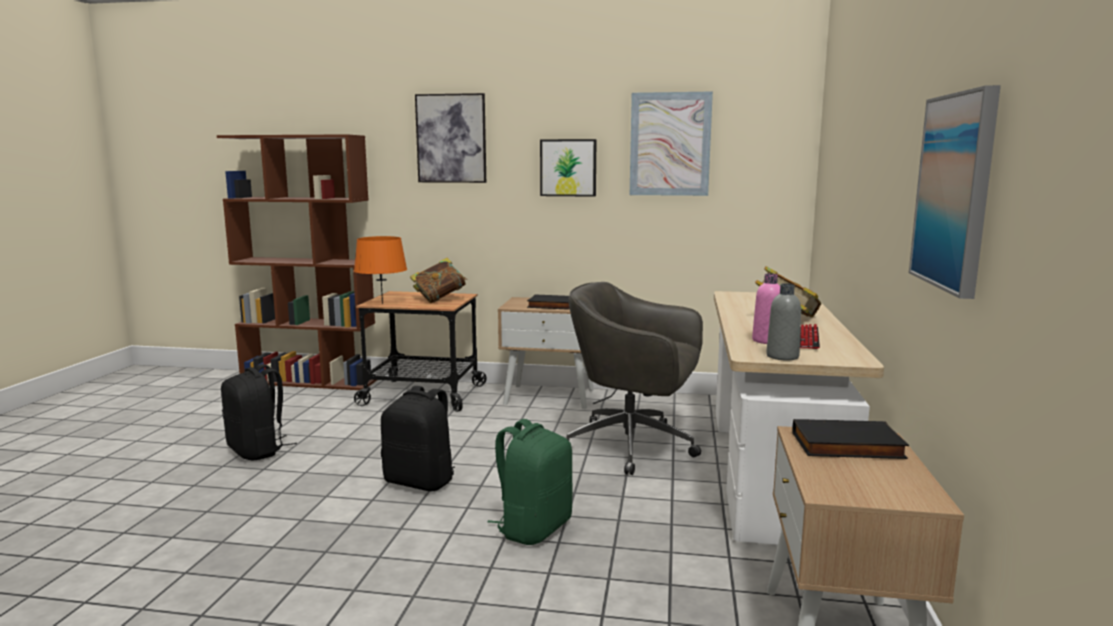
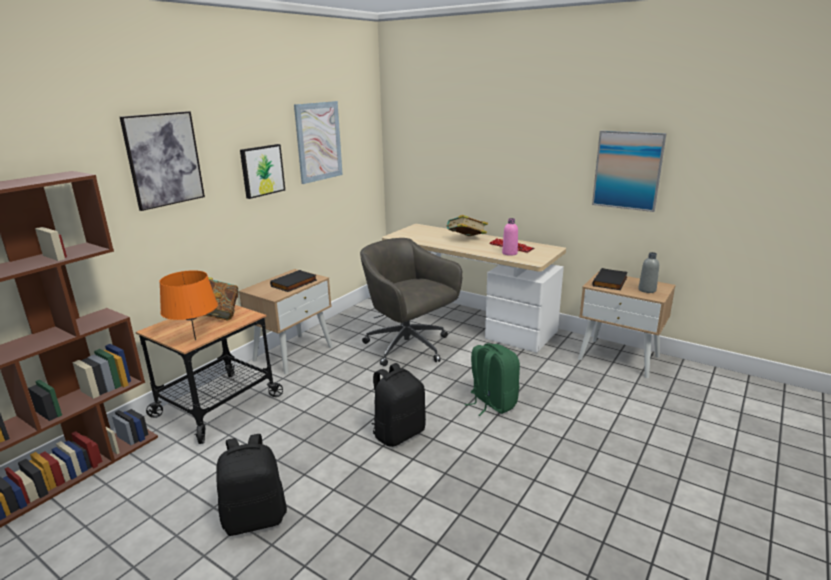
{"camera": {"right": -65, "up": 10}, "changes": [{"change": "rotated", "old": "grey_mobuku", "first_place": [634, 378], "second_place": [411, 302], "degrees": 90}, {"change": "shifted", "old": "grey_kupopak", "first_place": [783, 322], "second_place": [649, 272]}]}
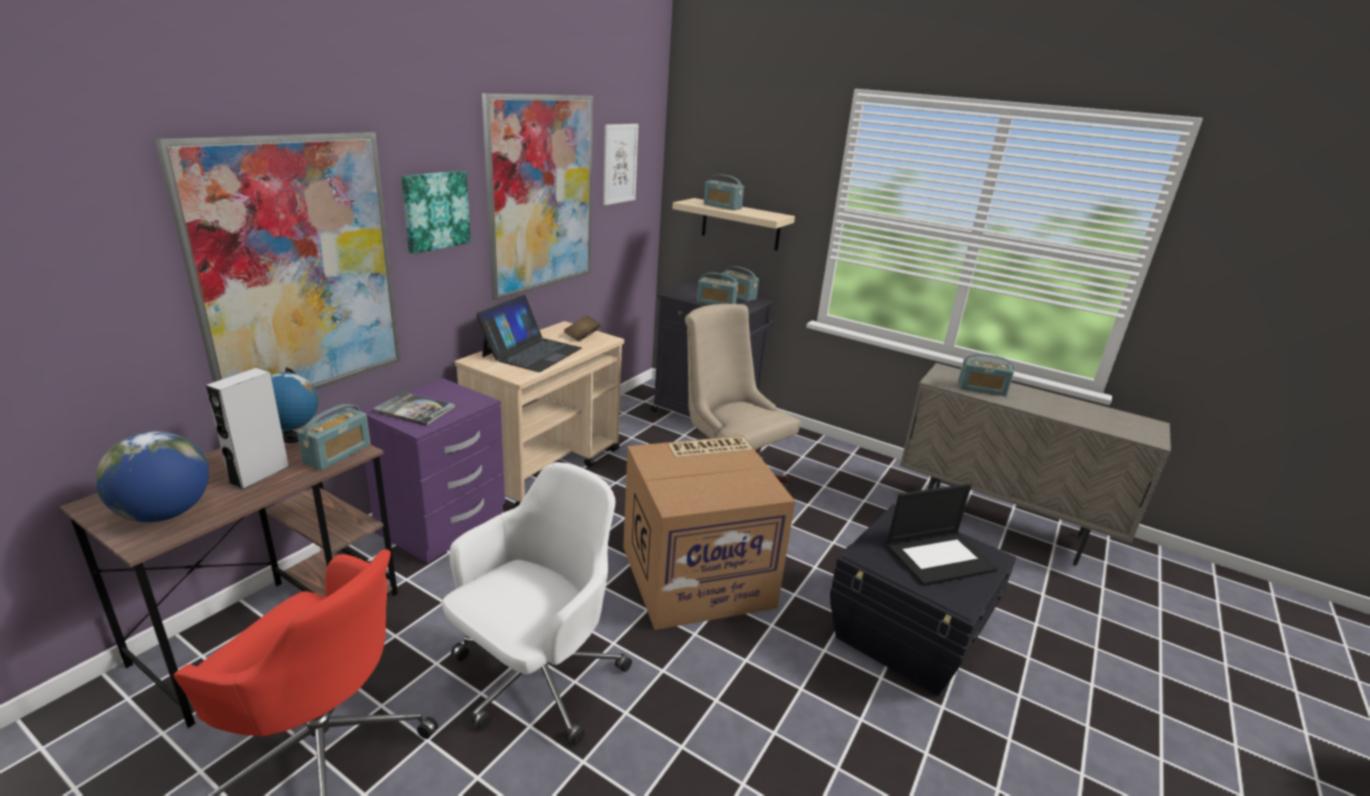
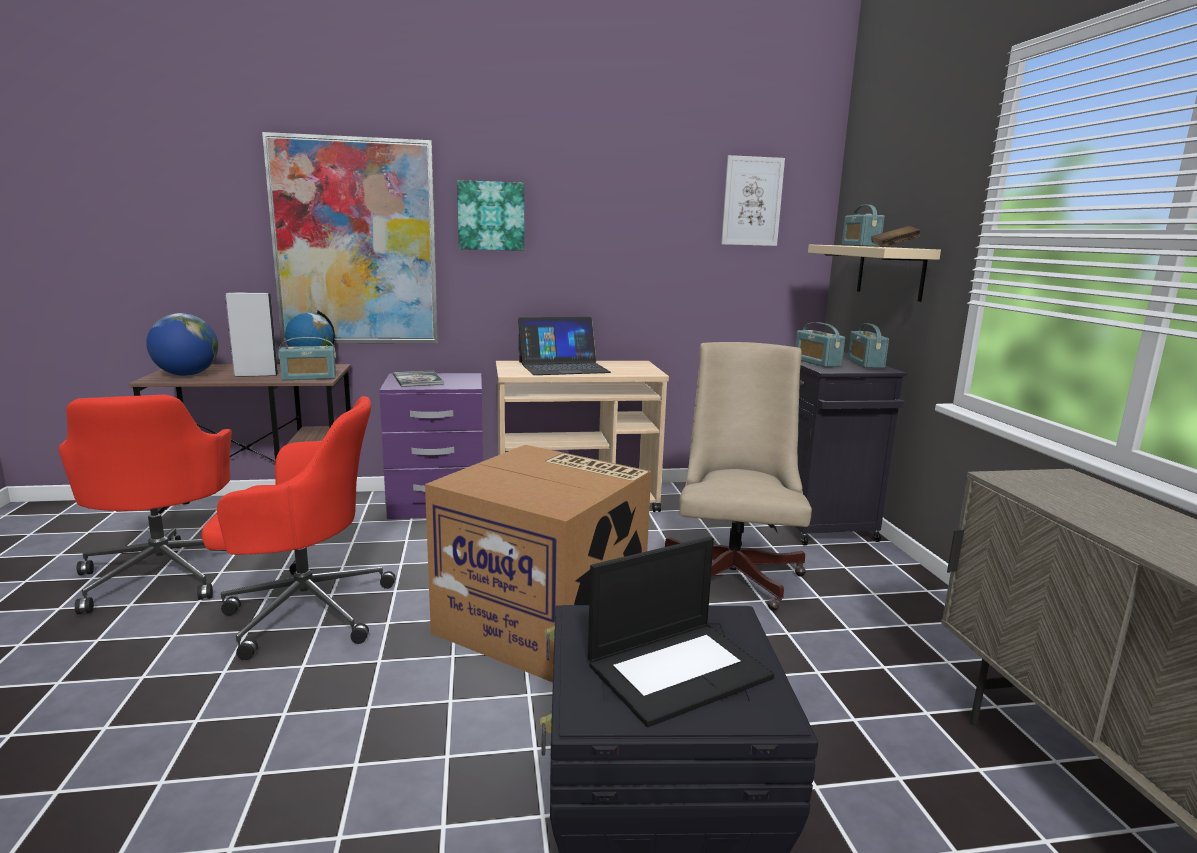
{"camera": {"right": 50, "up": -10}, "changes": [{"change": "repainted", "old": "white_mobuku", "new": "red_mobuku", "first_place": [537, 603], "second_place": [298, 528]}, {"change": "rotated", "old": "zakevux", "first_place": [942, 535], "second_place": [681, 632], "degrees": -60}, {"change": "shifted", "old": "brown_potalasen", "first_place": [582, 328], "second_place": [896, 236]}, {"change": "gone", "old": "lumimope", "first_place": [537, 197]}, {"change": "gone", "old": "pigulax", "first_place": [986, 375]}]}
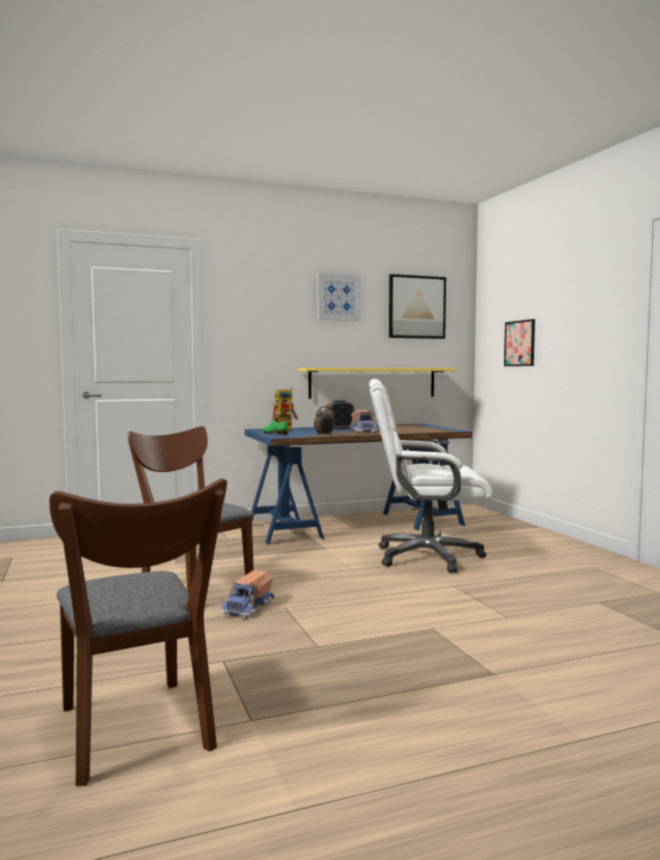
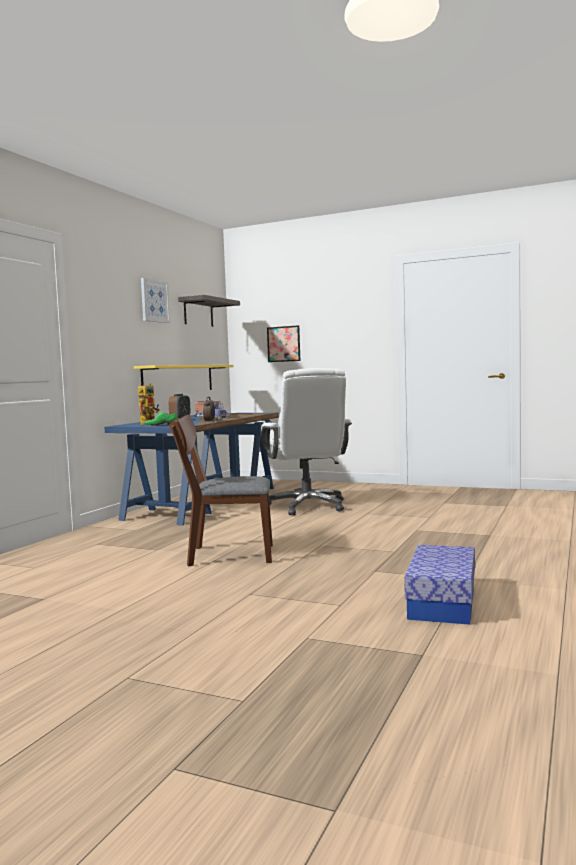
{"camera": {"right": -45, "up": 0}, "changes": [{"change": "swapped", "old": "lumimope", "new": "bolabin", "first_place": [417, 306], "second_place": [209, 311]}, {"change": "rotated", "old": "white_mobuku", "first_place": [431, 476], "second_place": [306, 441], "degrees": -60}, {"change": "swapped", "old": "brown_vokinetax", "new": "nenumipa", "first_place": [138, 632], "second_place": [439, 585]}, {"change": "gone", "old": "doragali", "first_place": [247, 594]}]}
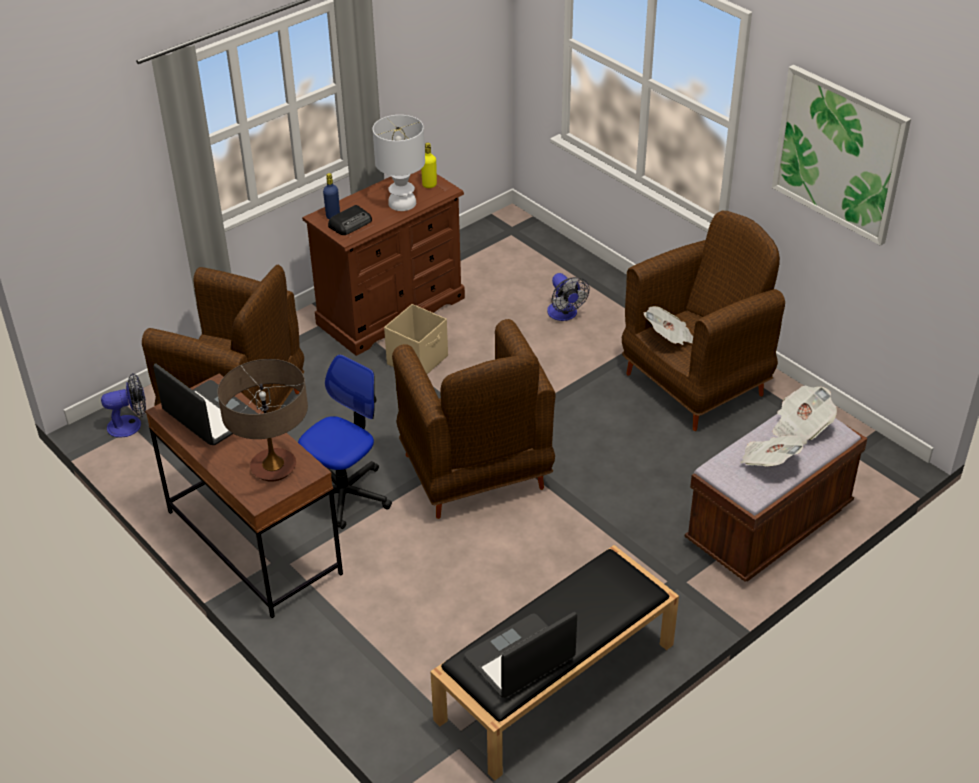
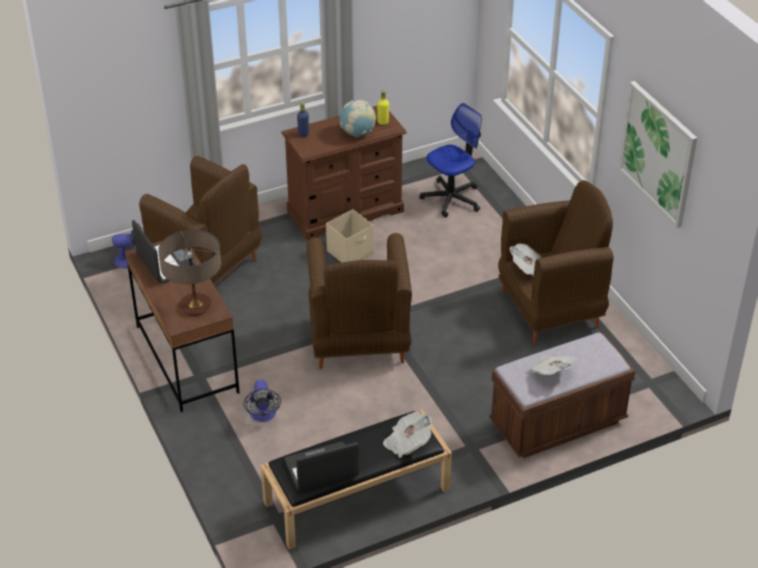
{"camera": {"right": 15, "up": 0}, "changes": [{"change": "shifted", "old": "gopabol", "first_place": [568, 297], "second_place": [262, 400]}, {"change": "swapped", "old": "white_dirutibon", "new": "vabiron", "first_place": [399, 163], "second_place": [358, 118]}, {"change": "shifted", "old": "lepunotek", "first_place": [804, 415], "second_place": [407, 434]}, {"change": "shifted", "old": "mobuku", "first_place": [345, 441], "second_place": [450, 160]}, {"change": "gone", "old": "pigulax", "first_place": [350, 220]}]}
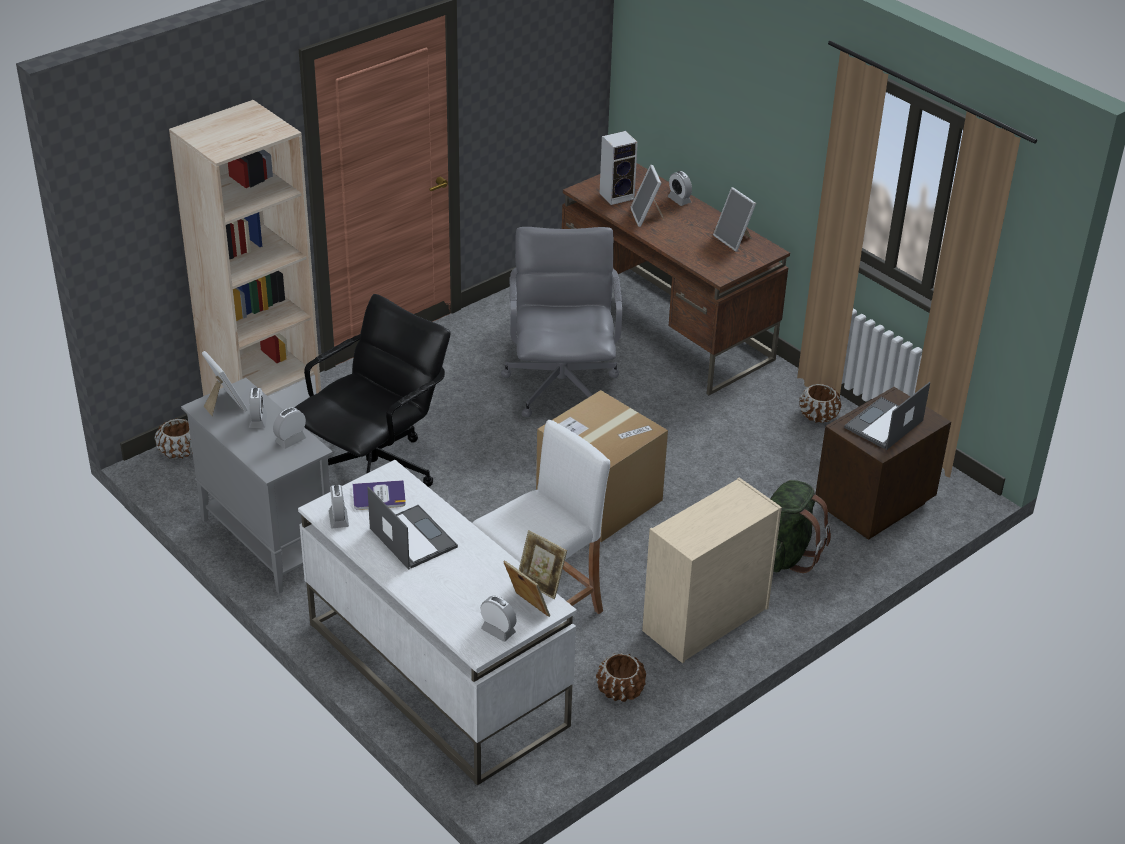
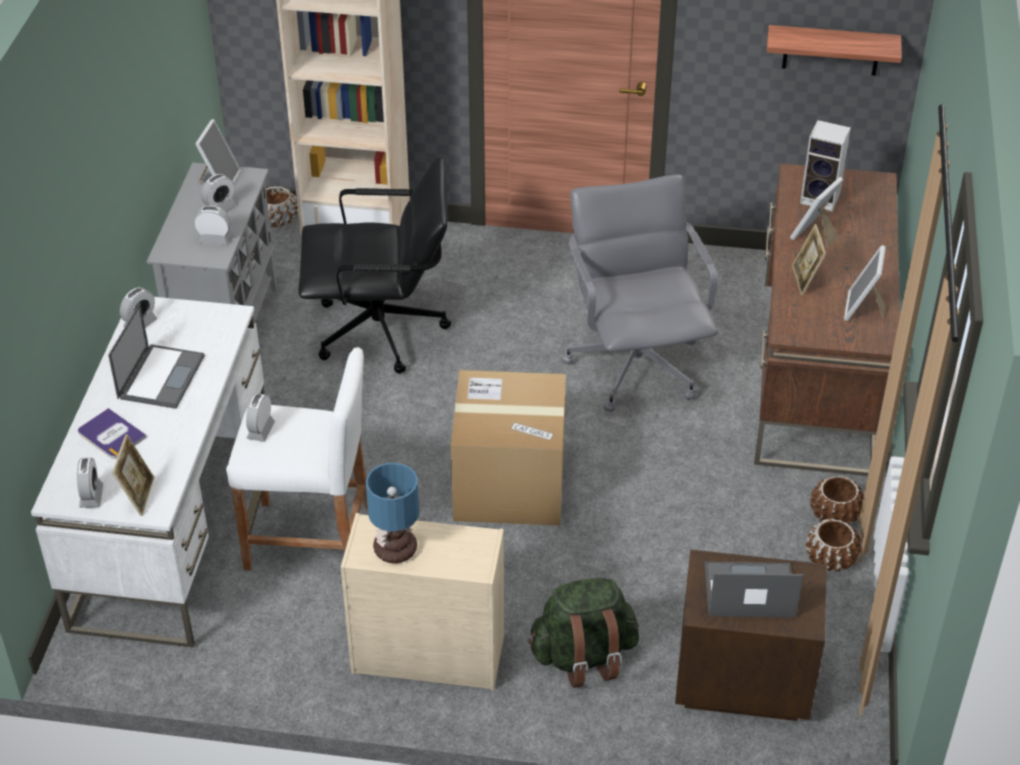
{"camera": {"right": 50, "up": 5}, "changes": [{"change": "shifted", "old": "potalasen", "first_place": [379, 495], "second_place": [112, 433]}, {"change": "shifted", "old": "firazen", "first_place": [680, 188], "second_place": [260, 417]}, {"change": "new", "new": "dirutibon", "second_place": [392, 513]}, {"change": "rotated", "old": "grey_mobuku", "first_place": [561, 322], "second_place": [639, 293], "degrees": -60}, {"change": "new", "new": "bolabin", "second_place": [834, 50]}, {"change": "shifted", "old": "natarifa", "first_place": [543, 564], "second_place": [809, 259]}, {"change": "shifted", "old": "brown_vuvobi", "first_place": [621, 677], "second_place": [837, 500]}]}
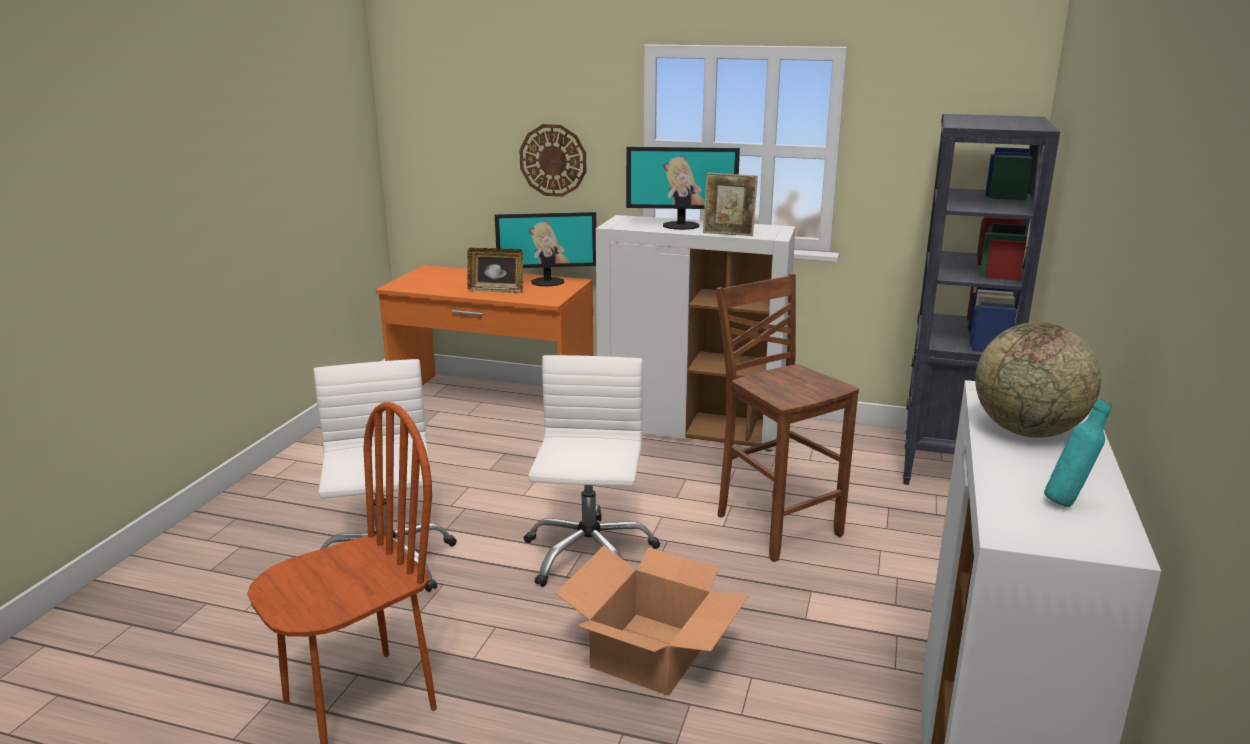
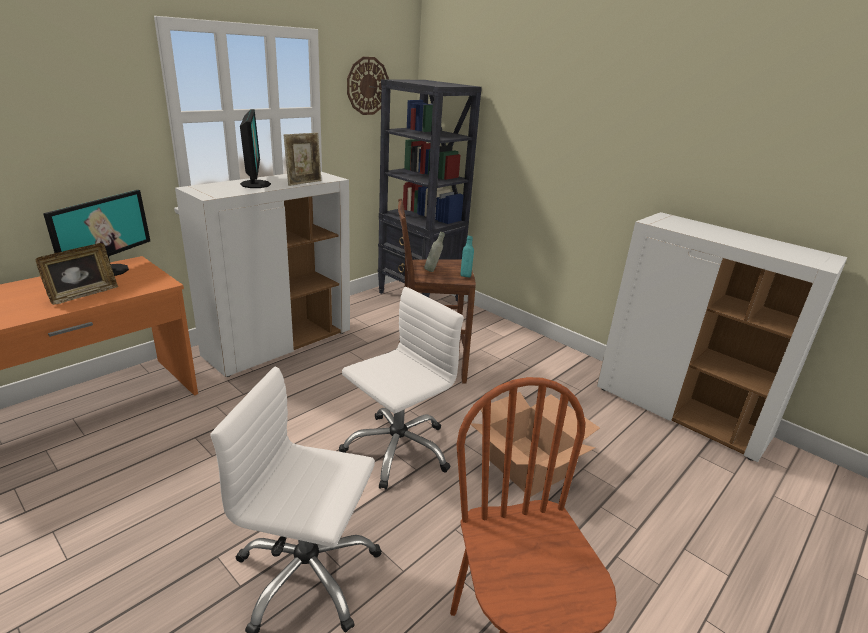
{"camera": {"right": -65, "up": 5}, "changes": [{"change": "rotated", "old": "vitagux", "first_place": [683, 188], "second_place": [255, 148], "degrees": -45}, {"change": "rotated", "old": "white_mobuku", "first_place": [592, 471], "second_place": [401, 388], "degrees": 105}, {"change": "shifted", "old": "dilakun", "first_place": [552, 160], "second_place": [368, 86]}, {"change": "new", "new": "grey_kupopak", "second_place": [434, 252]}, {"change": "shifted", "old": "turquoise_kupopak", "first_place": [1078, 452], "second_place": [467, 256]}, {"change": "gone", "old": "vabiron", "first_place": [1038, 380]}]}
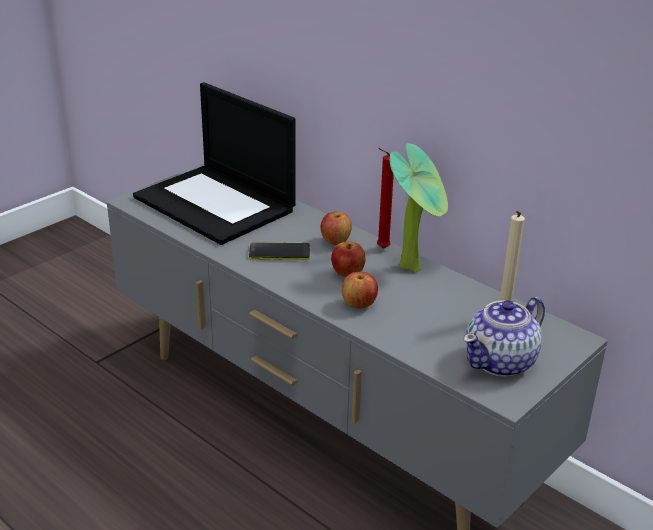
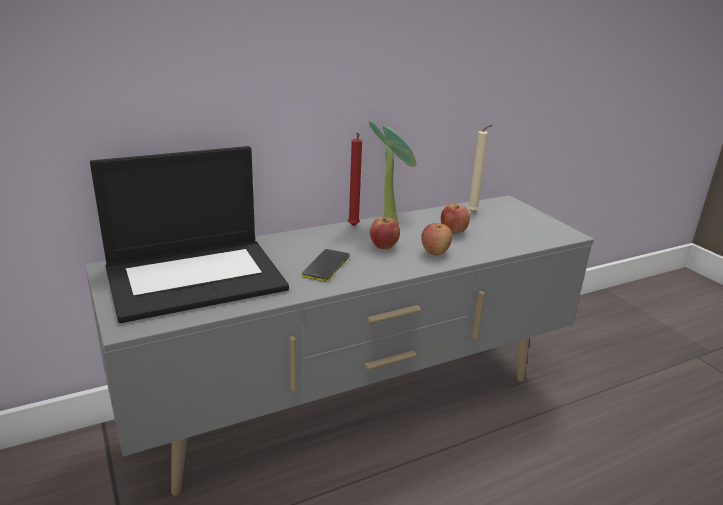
{"camera": {"right": -70, "up": -5}, "changes": [{"change": "shifted", "old": "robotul", "first_place": [336, 228], "second_place": [455, 218]}, {"change": "gone", "old": "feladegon", "first_place": [504, 337]}]}
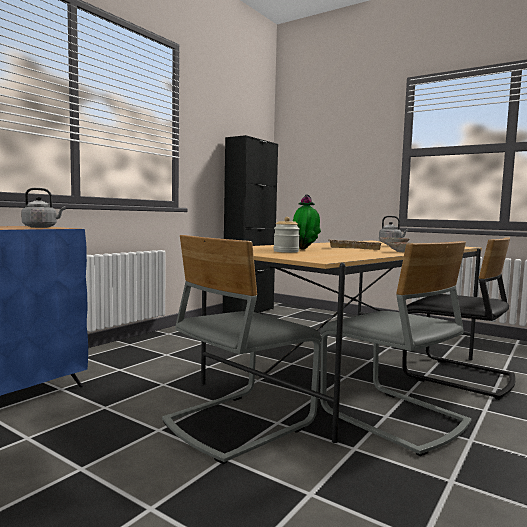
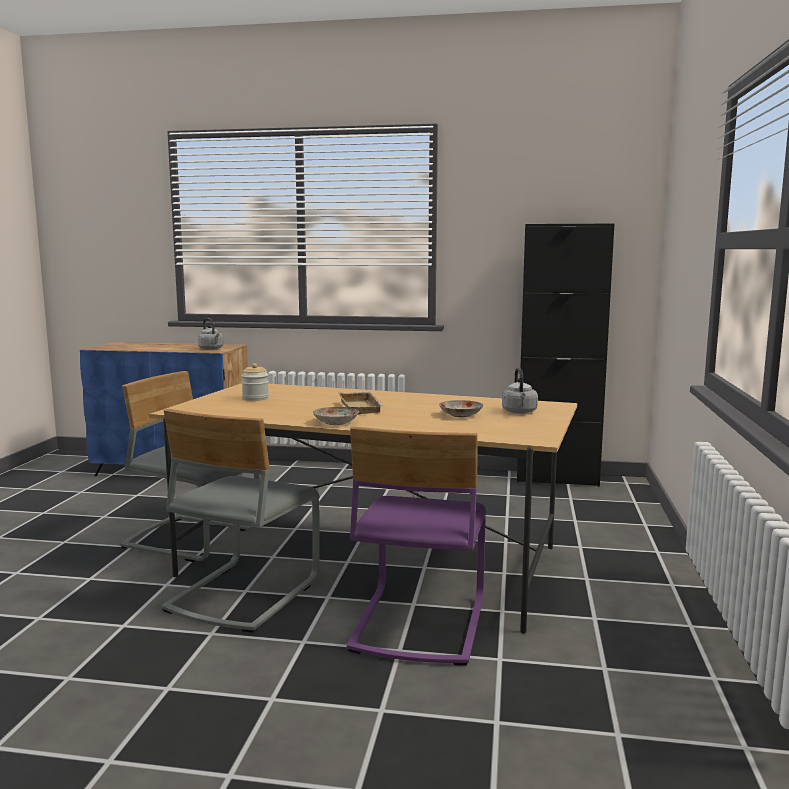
{"camera": {"right": 65, "up": 5}, "changes": [{"change": "repainted", "old": "black_vokinetax", "new": "purple_vokinetax", "first_place": [459, 318], "second_place": [416, 546]}, {"change": "gone", "old": "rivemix", "first_place": [307, 222]}]}
